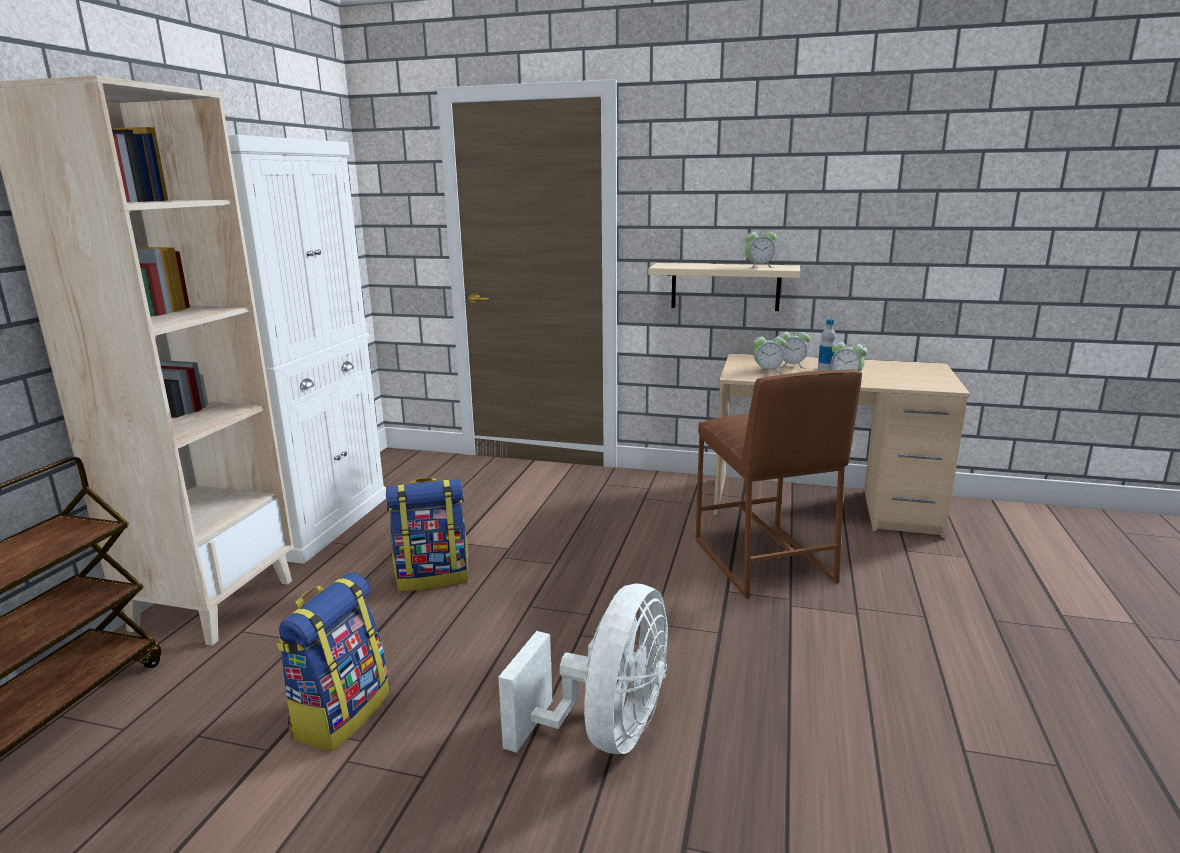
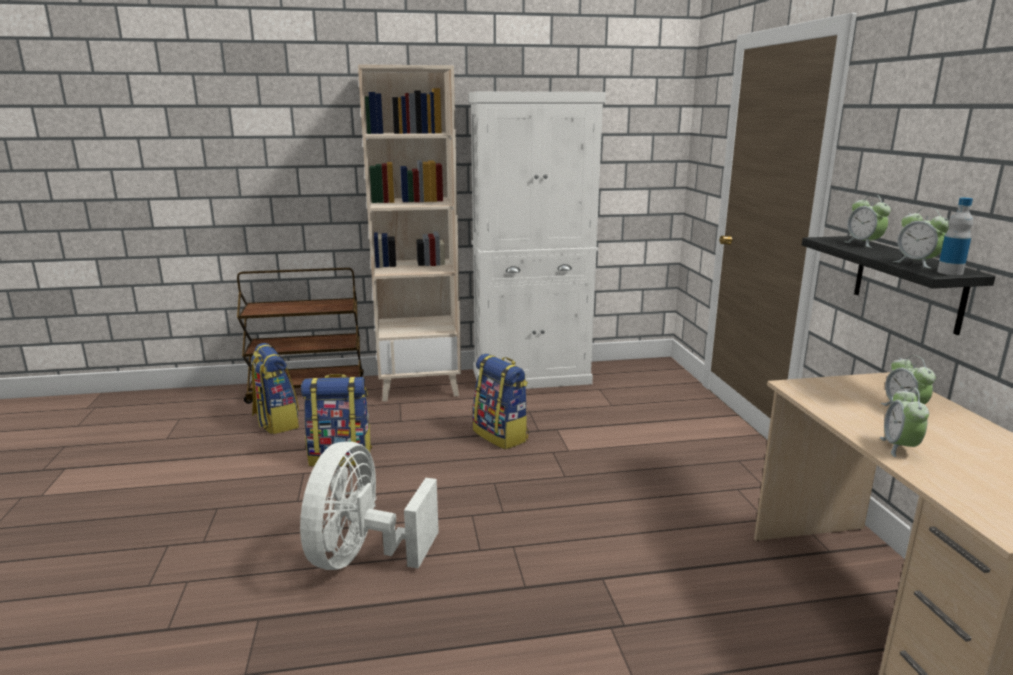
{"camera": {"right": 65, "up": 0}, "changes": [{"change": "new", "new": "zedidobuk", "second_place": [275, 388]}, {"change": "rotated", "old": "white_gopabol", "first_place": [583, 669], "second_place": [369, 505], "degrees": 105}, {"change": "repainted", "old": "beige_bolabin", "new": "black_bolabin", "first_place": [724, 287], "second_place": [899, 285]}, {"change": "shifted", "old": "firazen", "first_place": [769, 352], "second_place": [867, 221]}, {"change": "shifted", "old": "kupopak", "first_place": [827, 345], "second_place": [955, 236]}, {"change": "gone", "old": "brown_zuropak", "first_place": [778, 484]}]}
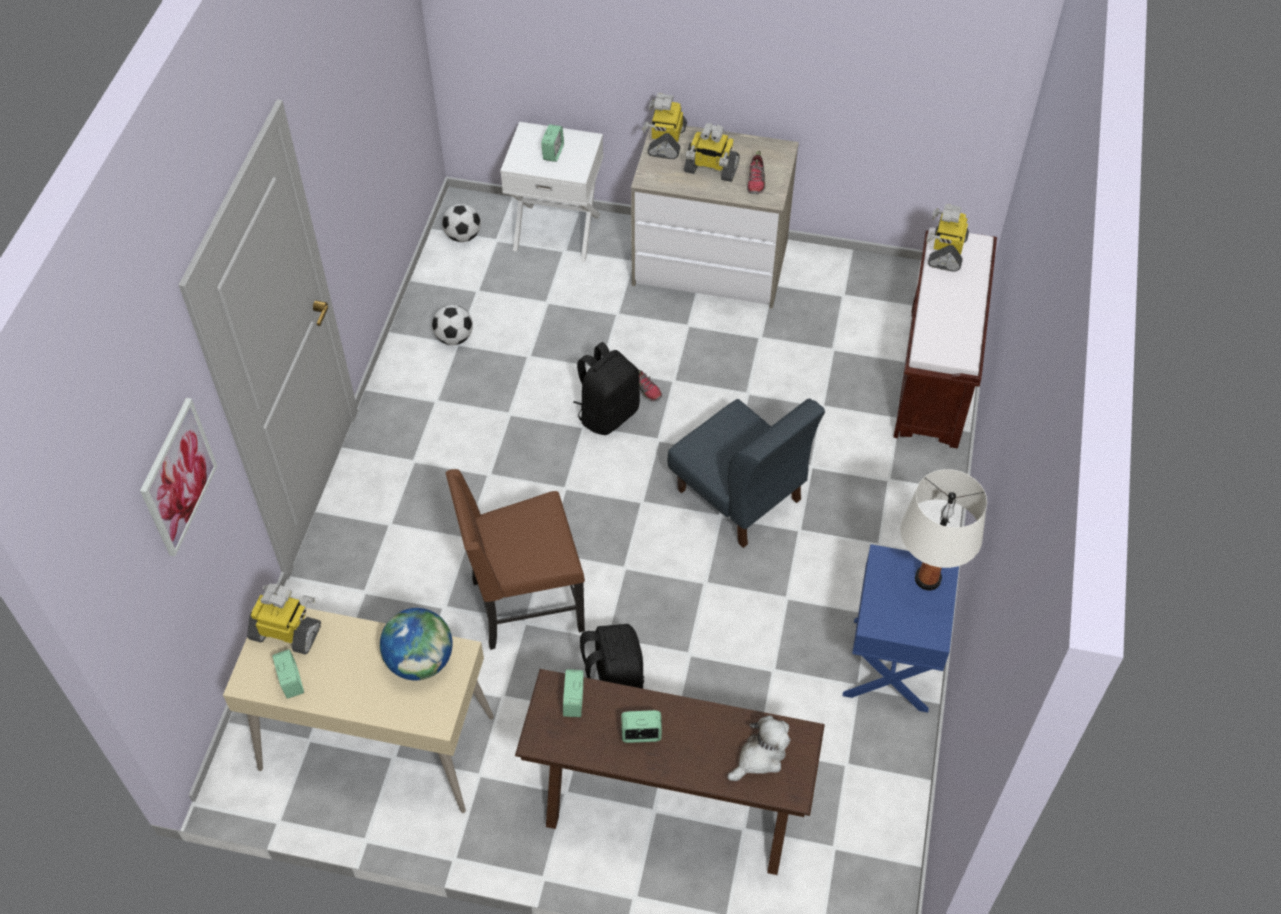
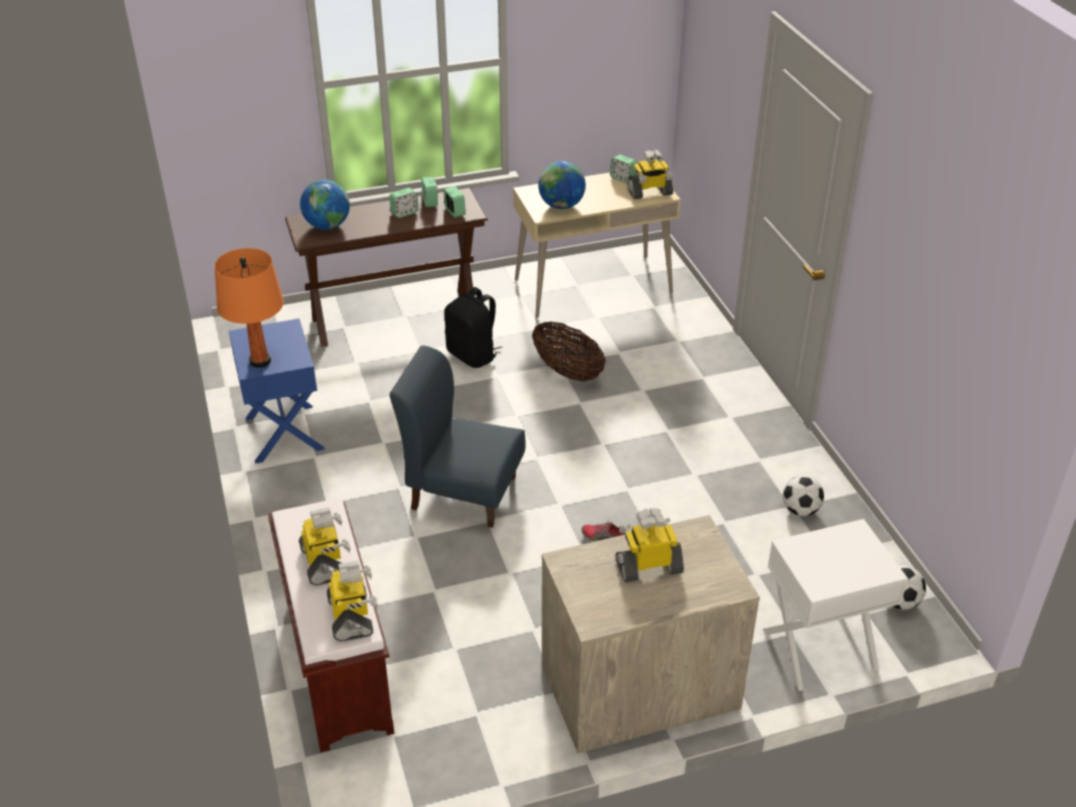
{"camera": {"right": 150, "up": -15}, "changes": [{"change": "repainted", "old": "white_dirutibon", "new": "orange_dirutibon", "first_place": [943, 529], "second_place": [249, 308]}, {"change": "shifted", "old": "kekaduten", "first_place": [664, 126], "second_place": [325, 546]}, {"change": "swapped", "old": "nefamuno", "new": "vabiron", "first_place": [759, 748], "second_place": [325, 205]}, {"change": "shifted", "old": "firazen", "first_place": [552, 143], "second_place": [429, 192]}, {"change": "swapped", "old": "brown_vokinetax", "new": "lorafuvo", "first_place": [515, 559], "second_place": [569, 351]}, {"change": "gone", "old": "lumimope", "first_place": [178, 477]}, {"change": "gone", "old": "black_zedidobuk", "first_place": [606, 388]}, {"change": "gone", "old": "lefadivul", "first_place": [756, 172]}]}
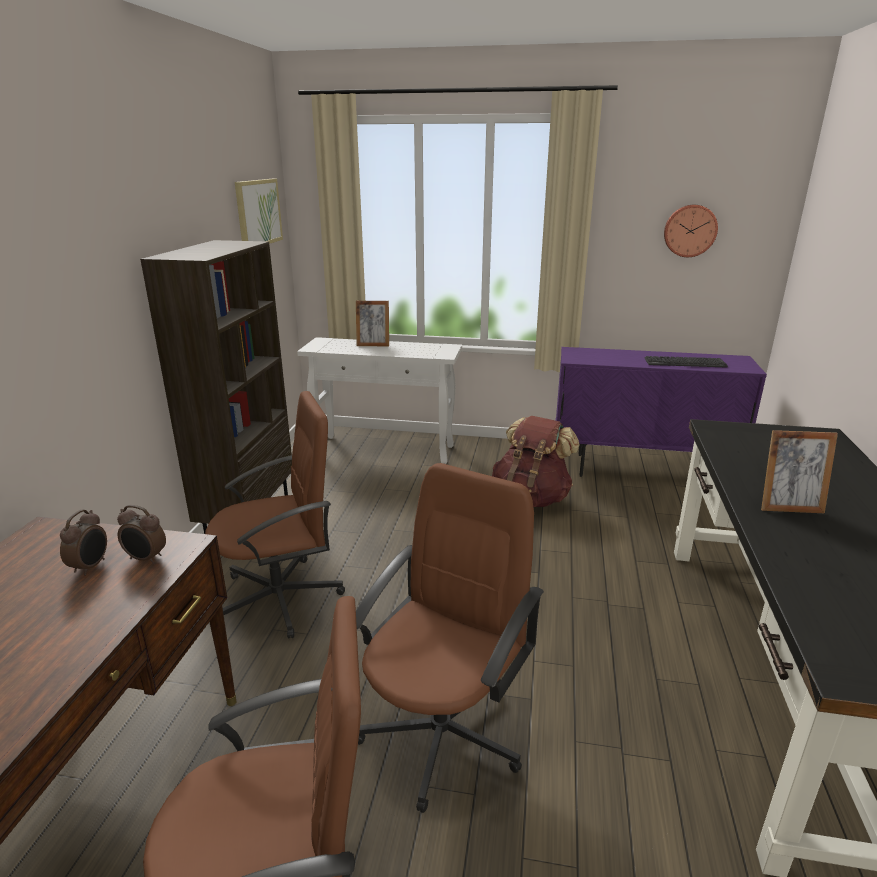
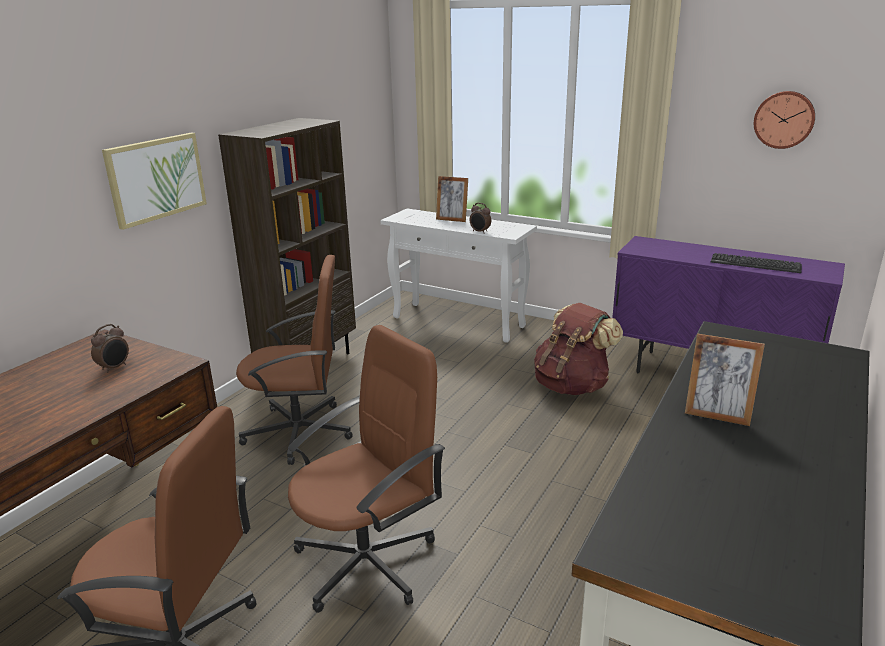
{"camera": {"right": 20, "up": 0}, "changes": [{"change": "shifted", "old": "lumimope", "first_place": [259, 211], "second_place": [154, 181]}, {"change": "shifted", "old": "firazen", "first_place": [141, 534], "second_place": [480, 218]}]}
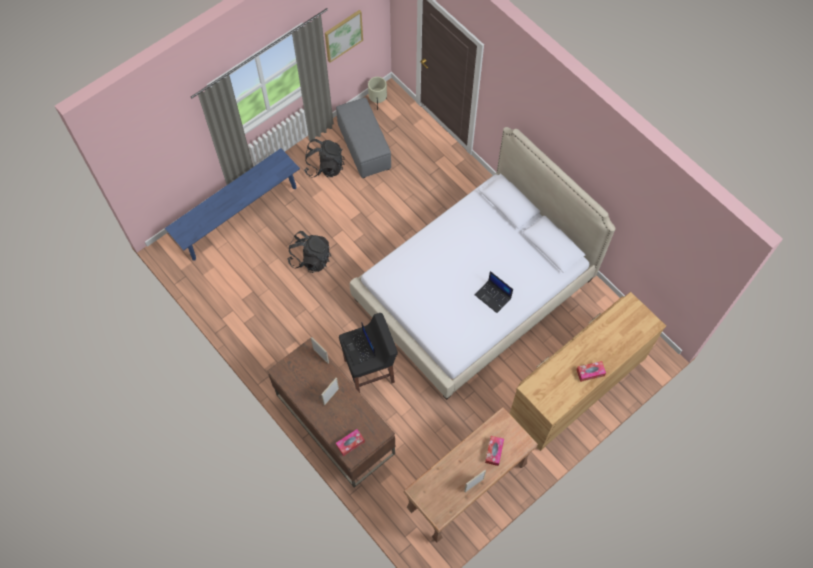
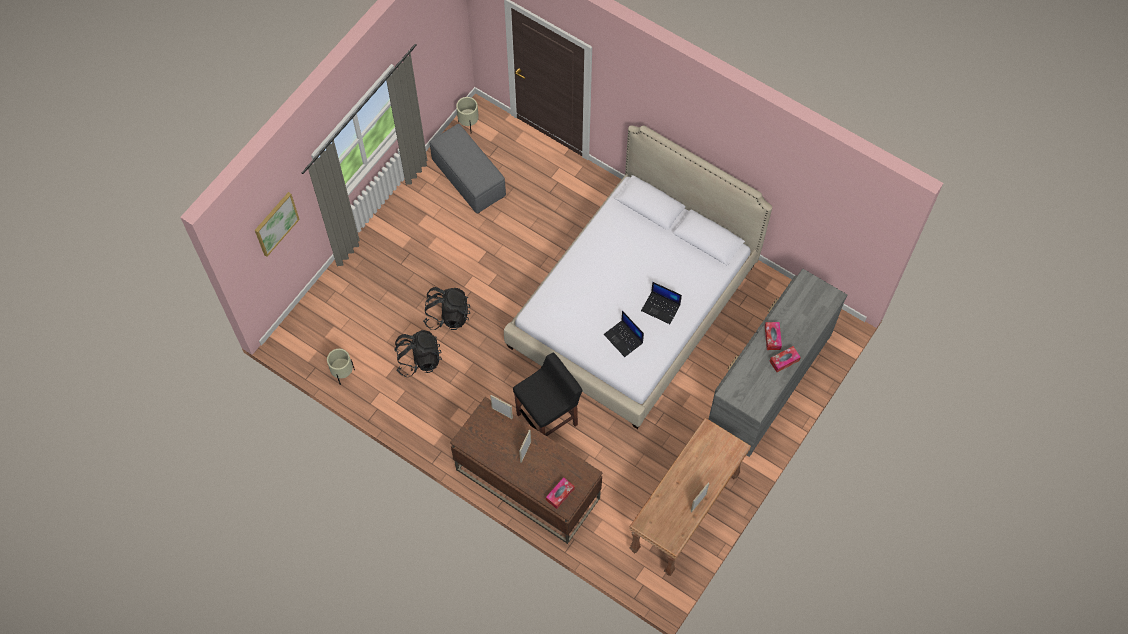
{"camera": {"right": -15, "up": 0}, "changes": [{"change": "shifted", "old": "lumimope", "first_place": [344, 36], "second_place": [277, 224]}, {"change": "new", "new": "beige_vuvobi", "second_place": [341, 367]}, {"change": "shifted", "old": "black_zedidobuk", "first_place": [324, 158], "second_place": [418, 353]}, {"change": "shifted", "old": "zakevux", "first_place": [358, 344], "second_place": [624, 334]}, {"change": "repainted", "old": "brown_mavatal", "new": "grey_mavatal", "first_place": [588, 371], "second_place": [778, 363]}, {"change": "shifted", "old": "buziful", "first_place": [494, 451], "second_place": [773, 336]}, {"change": "gone", "old": "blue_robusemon", "first_place": [232, 204]}]}
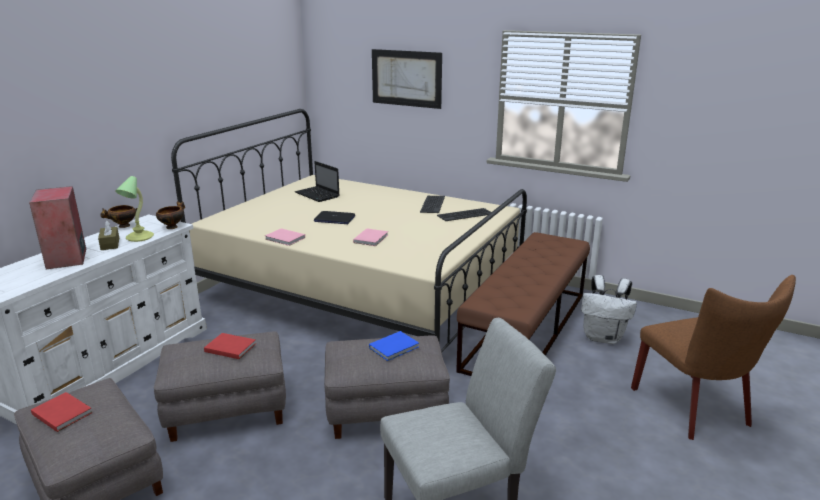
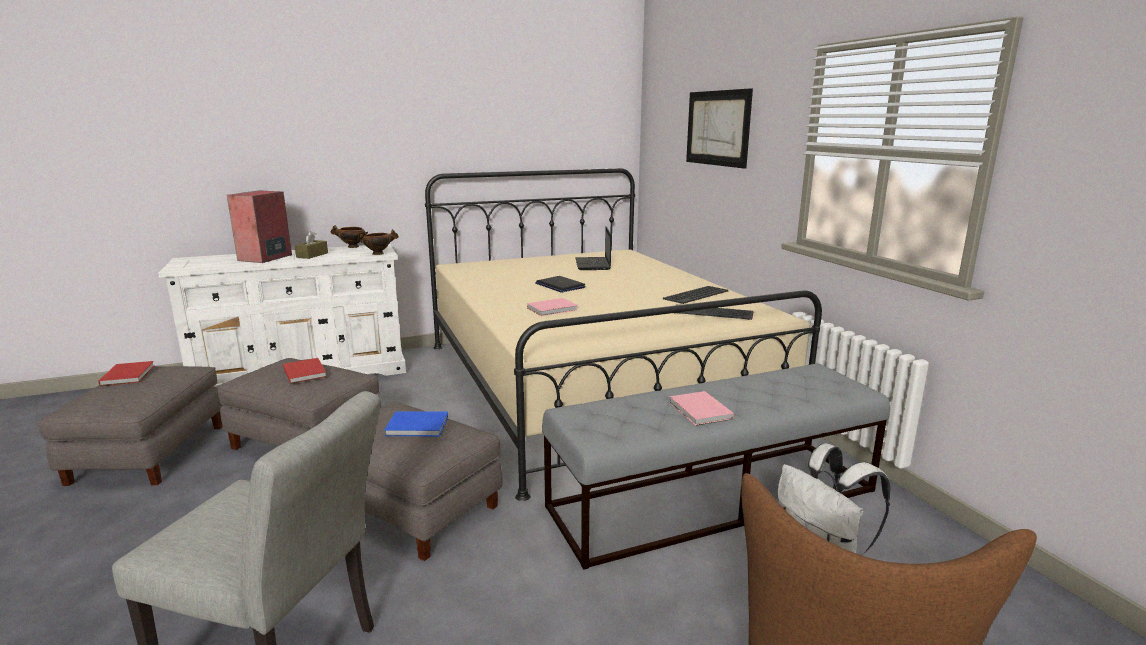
{"camera": {"right": 40, "up": -5}, "changes": [{"change": "repainted", "old": "brown_robusemon", "new": "grey_robusemon", "first_place": [523, 304], "second_place": [716, 466]}, {"change": "shifted", "old": "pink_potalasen", "first_place": [285, 237], "second_place": [701, 408]}, {"change": "gone", "old": "dirutibon", "first_place": [134, 209]}]}
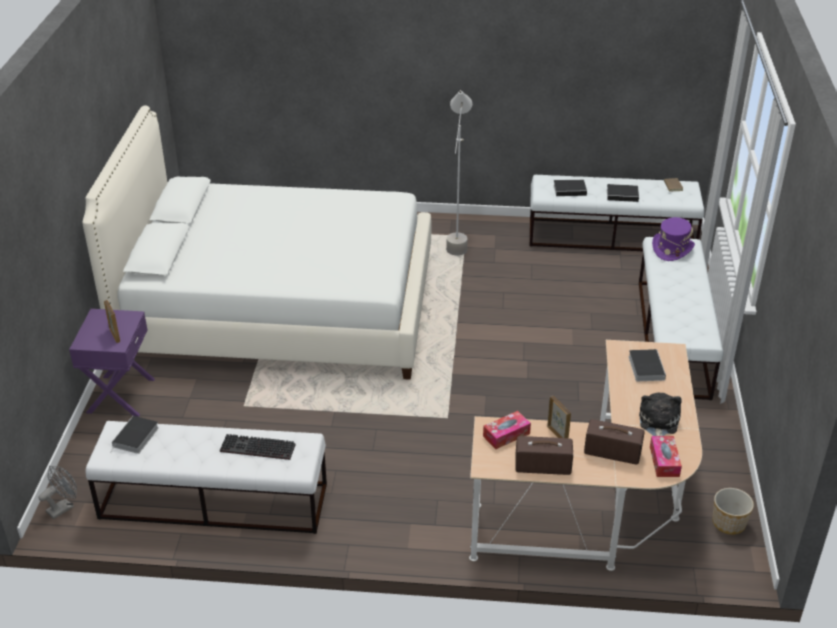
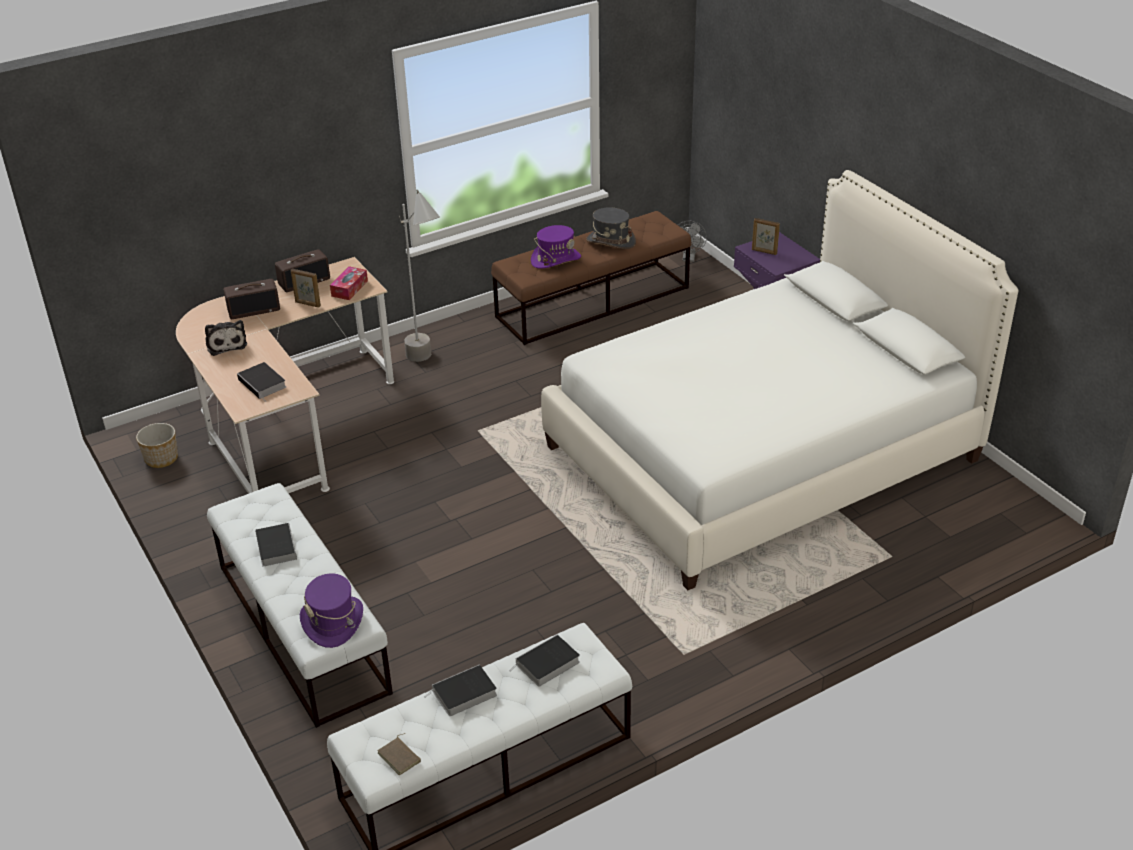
{"camera": {"right": 145, "up": 0}, "changes": [{"change": "shifted", "old": "potalasen", "first_place": [134, 435], "second_place": [276, 545]}, {"change": "shifted", "old": "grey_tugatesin", "first_place": [459, 172], "second_place": [419, 276]}, {"change": "repainted", "old": "white_robusemon", "new": "brown_robusemon", "first_place": [206, 477], "second_place": [591, 278]}, {"change": "swapped", "old": "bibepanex", "new": "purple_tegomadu", "first_place": [257, 447], "second_place": [556, 247]}, {"change": "new", "new": "grey_tegomadu", "second_place": [611, 228]}, {"change": "gone", "old": "buziful", "first_place": [666, 456]}]}
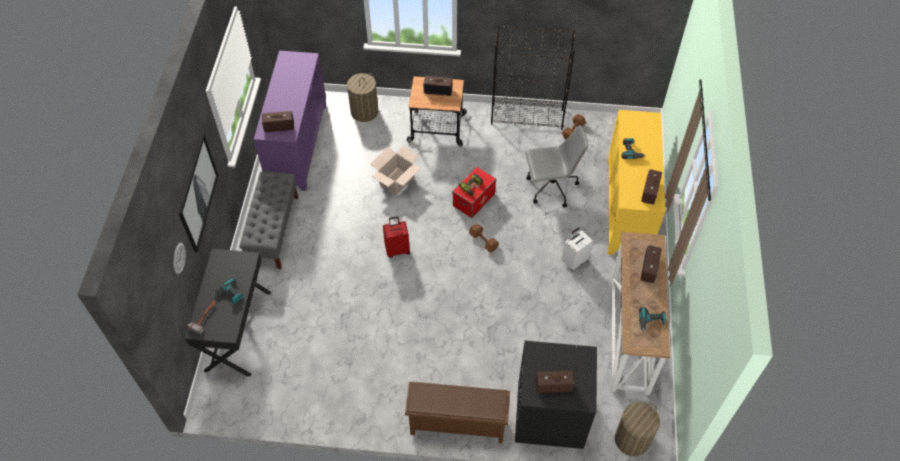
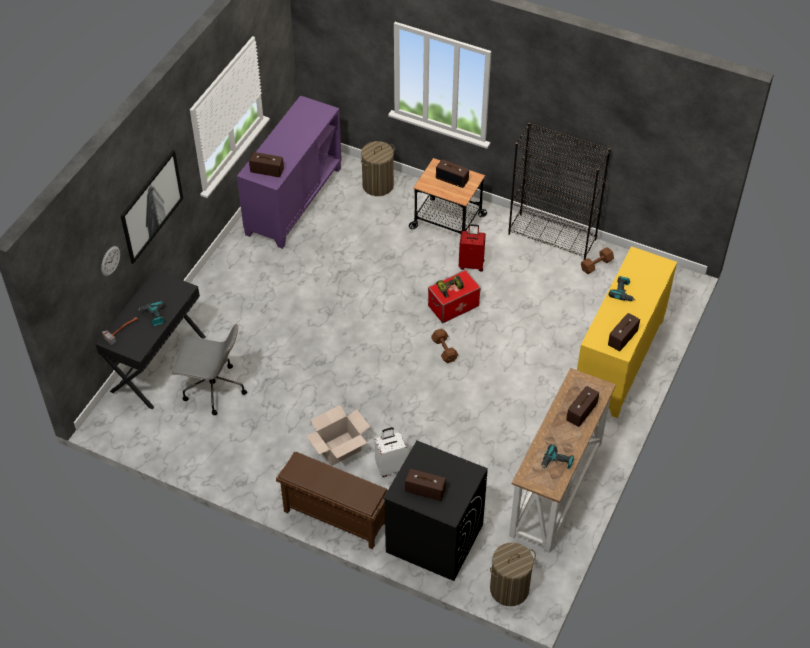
{"camera": {"right": 20, "up": -5}, "changes": [{"change": "shifted", "old": "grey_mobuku", "first_place": [556, 166], "second_place": [209, 369]}, {"change": "shifted", "old": "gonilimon", "first_place": [396, 170], "second_place": [338, 435]}, {"change": "shifted", "old": "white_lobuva", "first_place": [577, 249], "second_place": [391, 452]}, {"change": "shifted", "old": "red_lobuva", "first_place": [396, 237], "second_place": [472, 248]}, {"change": "gone", "old": "grey_robusemon", "first_place": [269, 220]}]}
